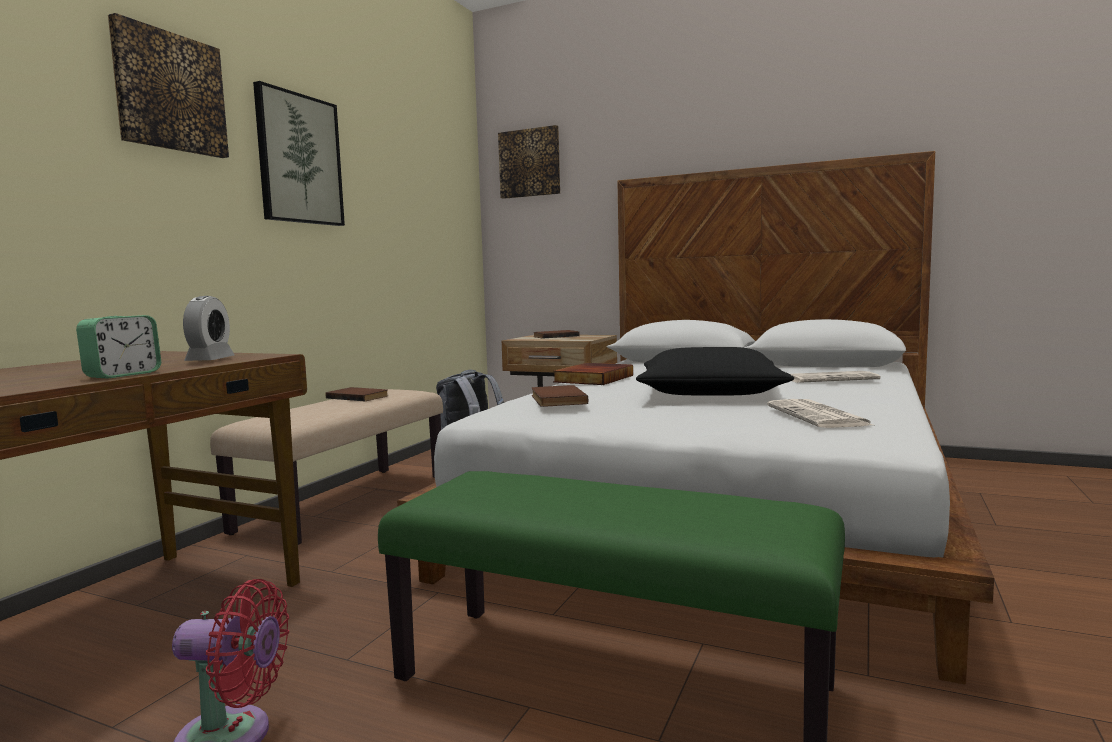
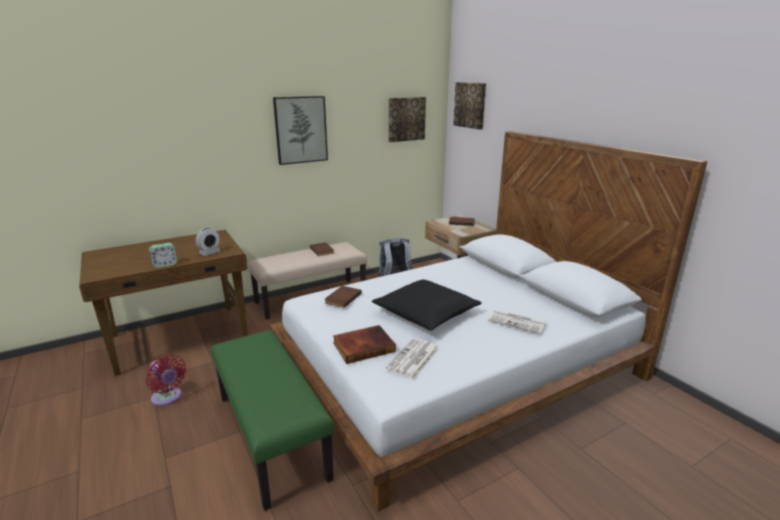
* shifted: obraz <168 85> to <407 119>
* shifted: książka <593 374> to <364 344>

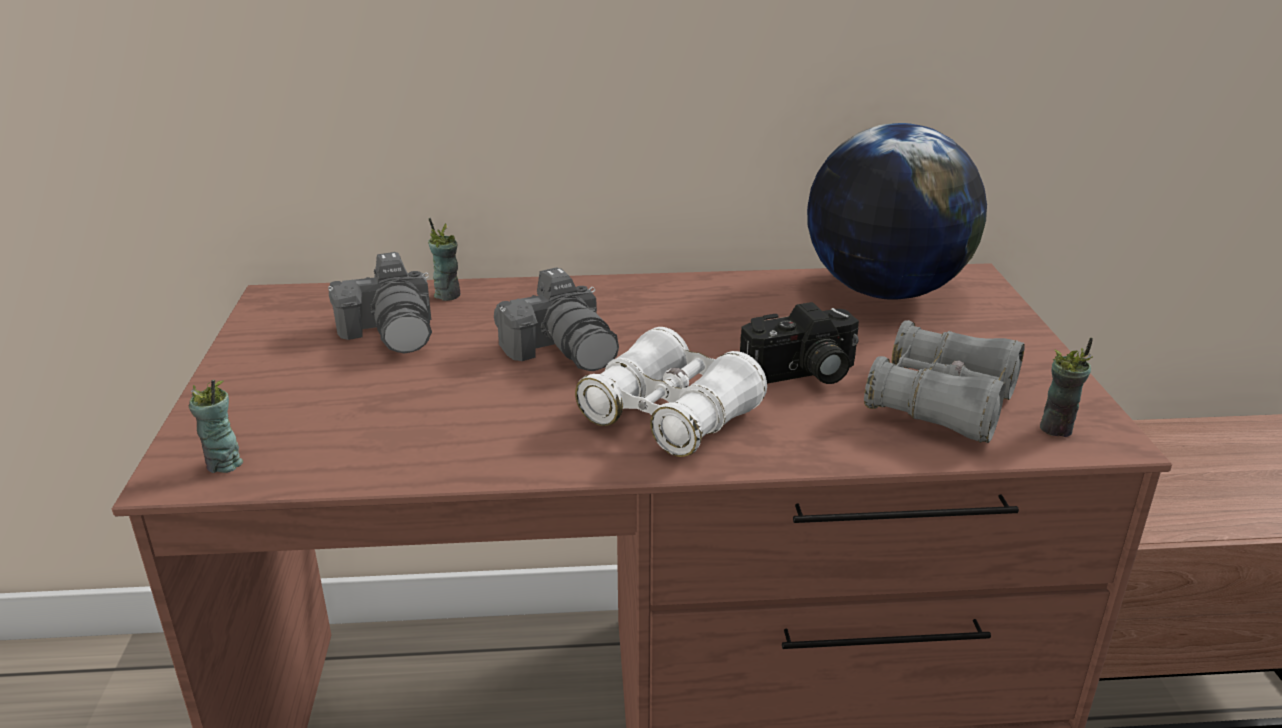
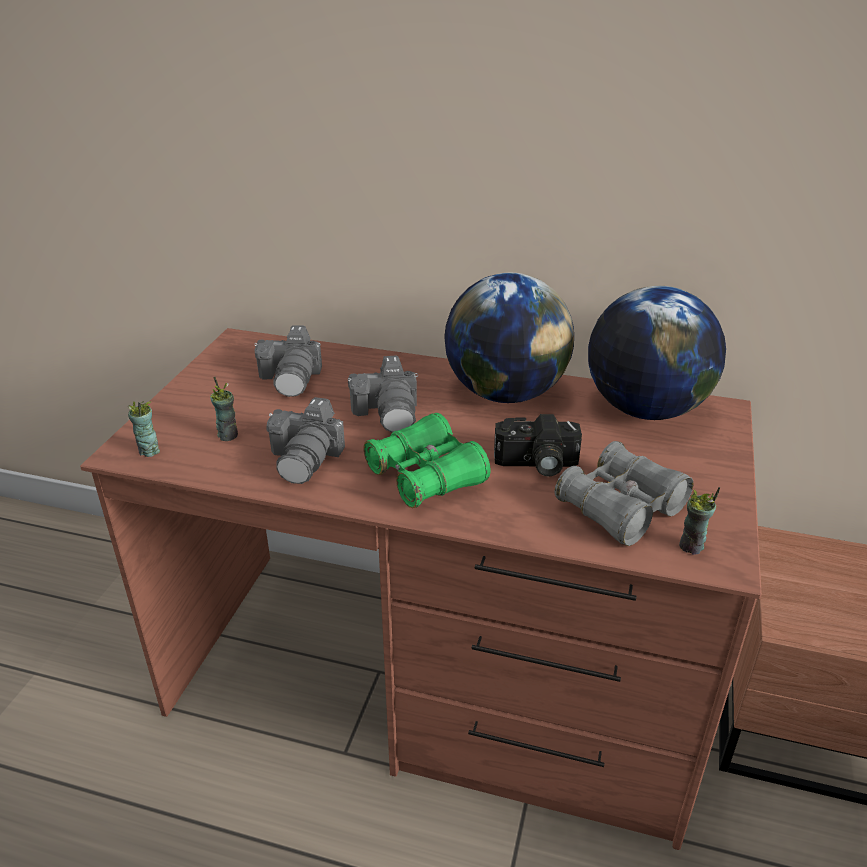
* shifted: filiżanka <444 259> to <224 409>
* repainted: lornetka/biały <671 392> to lornetka/zielony <427 460>
* new: aparat fotograficzny <306 440>
* new: globus <509 338>

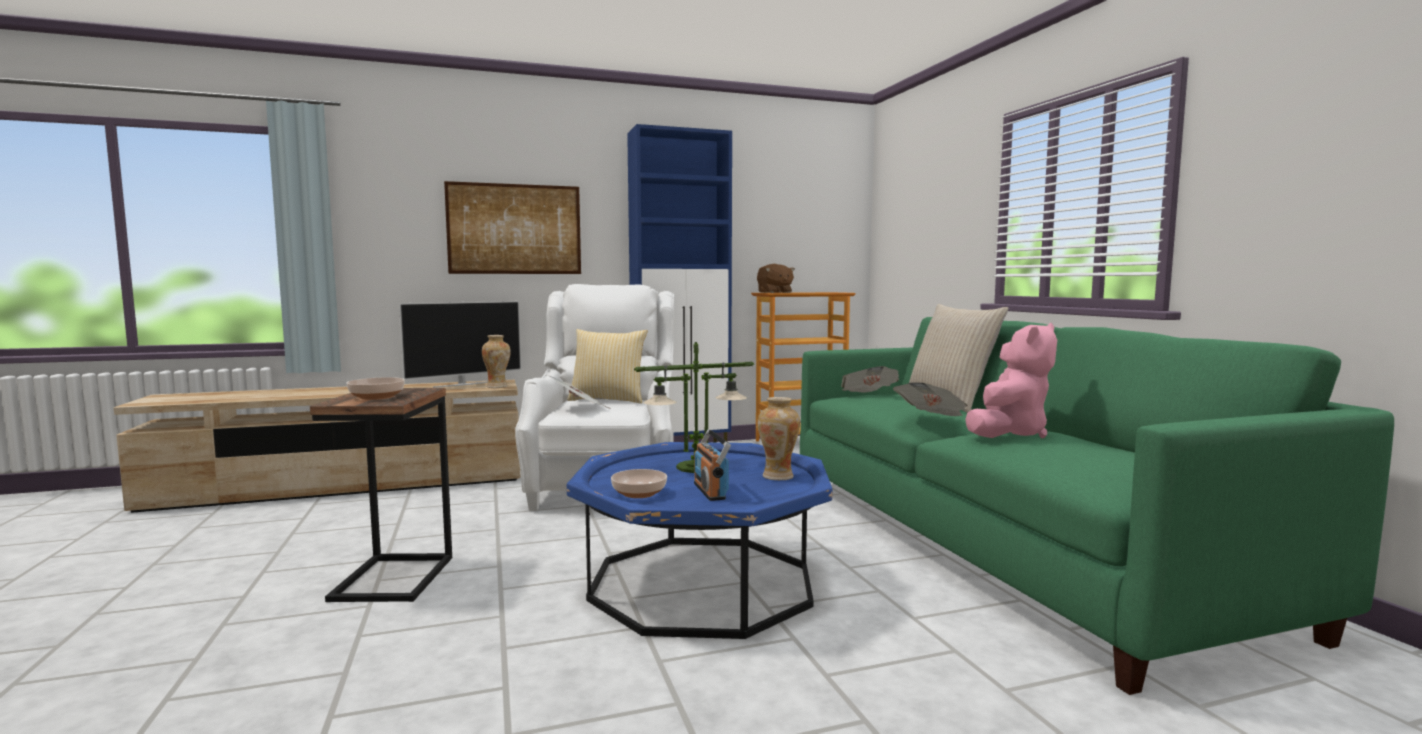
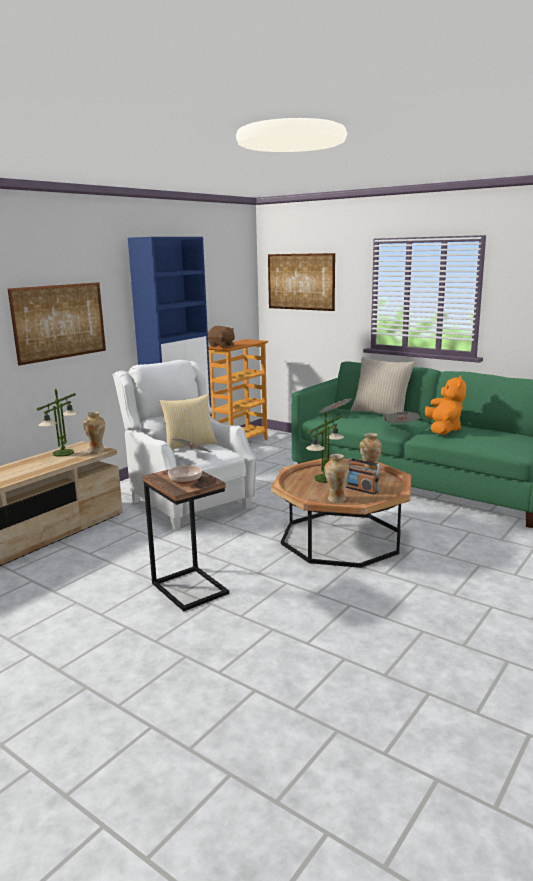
* swapped: telewizor <460 344> to lampa stołowa <58 423>
* repainted: ława/niebieski <699 540> to ława/brązowy <341 513>
* swapped: miska <639 483> to wazon <336 478>
* repainted: pluszak/różowy <1011 380> to pluszak/pomarańczowy <445 405>
* new: obraz <301 282>

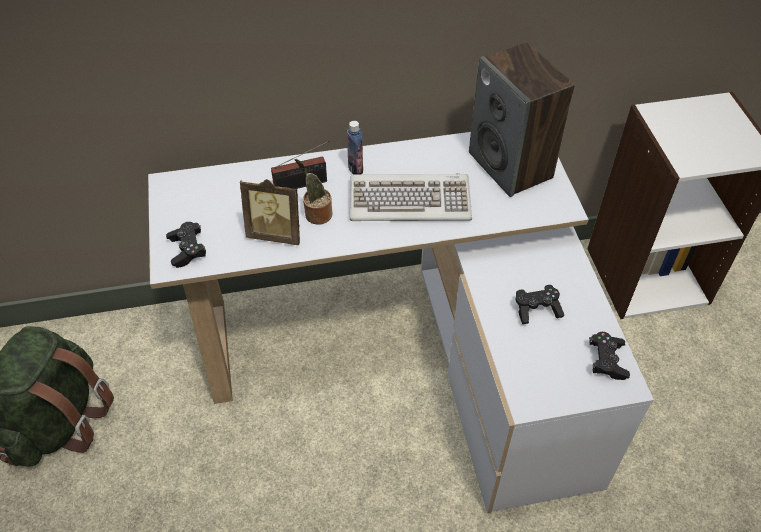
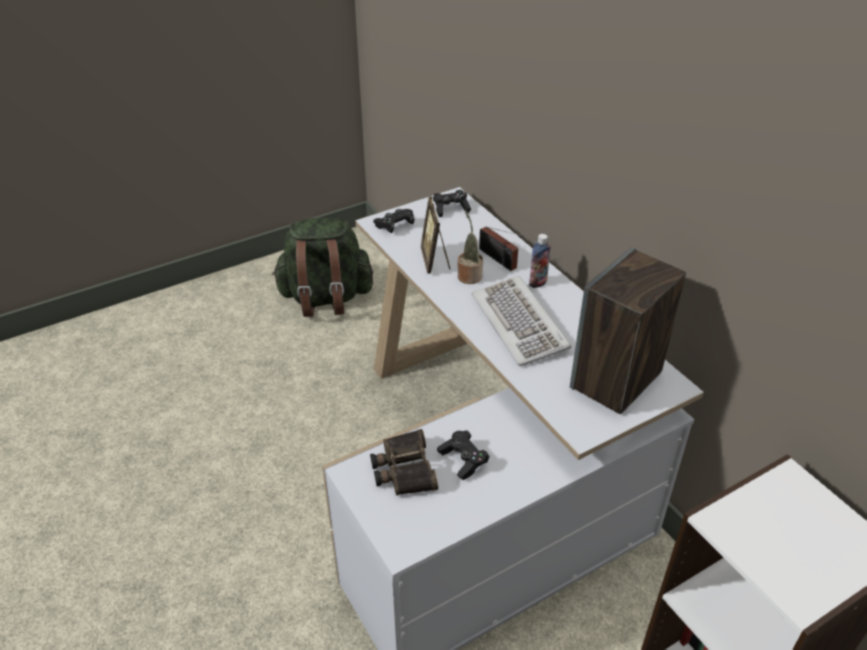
* shifted: pad do gier/czarny <609 356> to <452 203>
* new: lornetka <404 462>

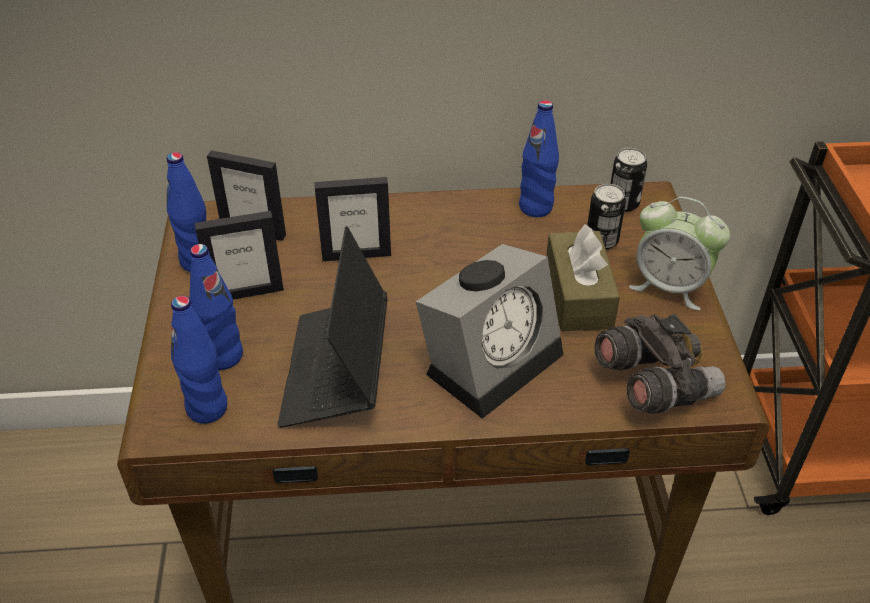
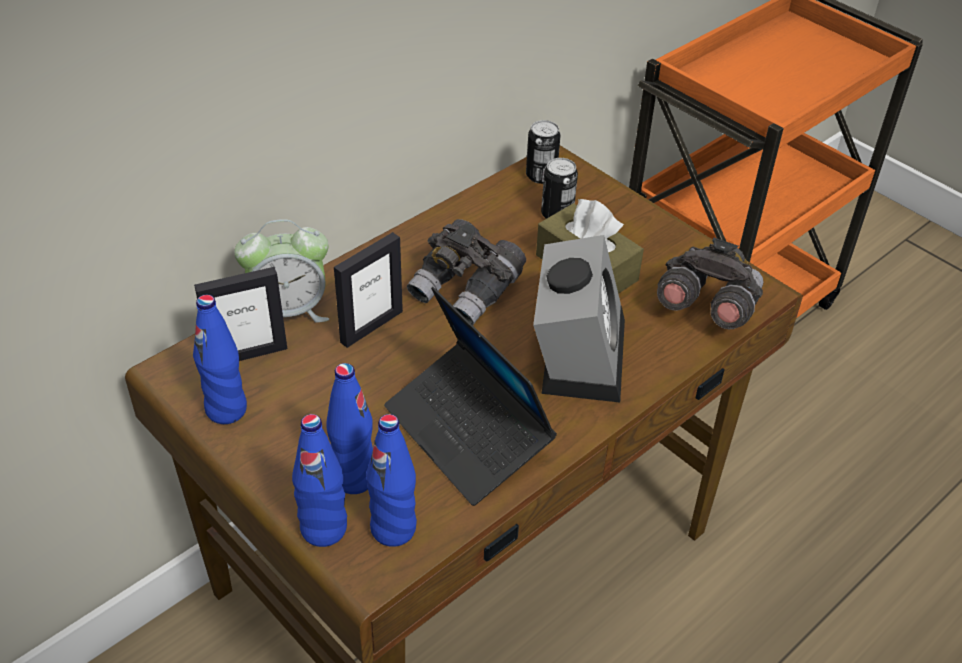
* gone: ramka na zdjęcie <239 255>
* shifted: butelka/niebieski <539 158> to <319 480>
* shifted: budzik <679 254> to <281 271>
* new: lornetka/szary <466 272>

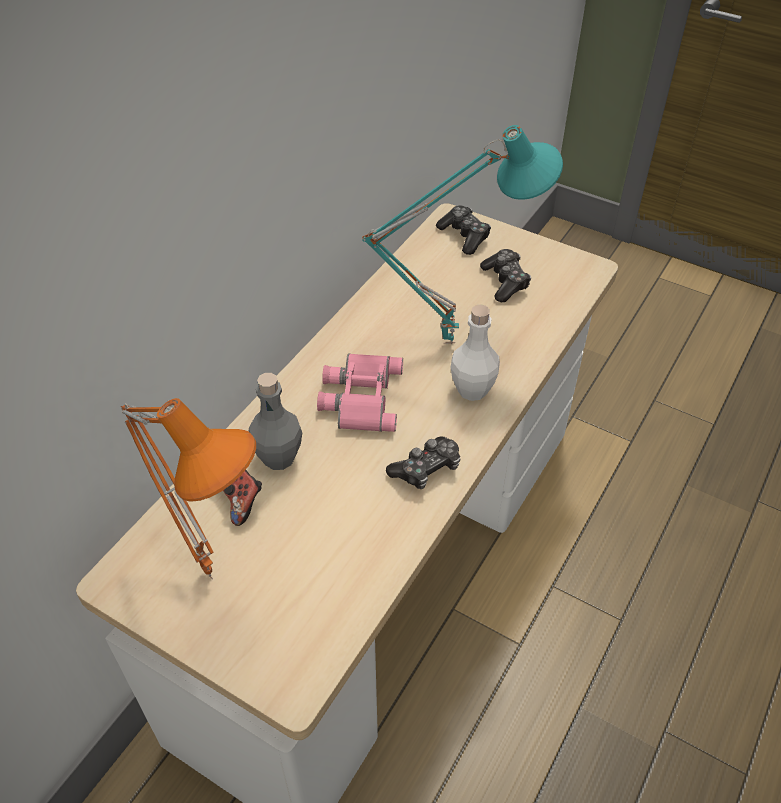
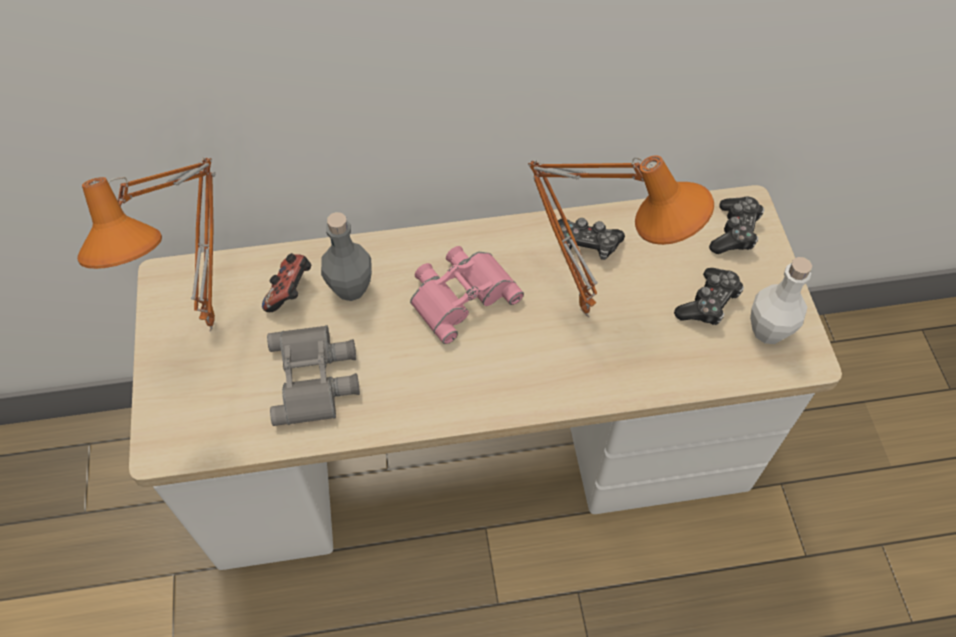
* repainted: lampa stołowa/turkusowy <462 234> to lampa stołowa/pomarańczowy <621 236>
* shifted: pad do gier <423 462> to <591 239>
* shifted: butelka/biały <475 352> to <781 300>
* new: lornetka/szary <313 375>

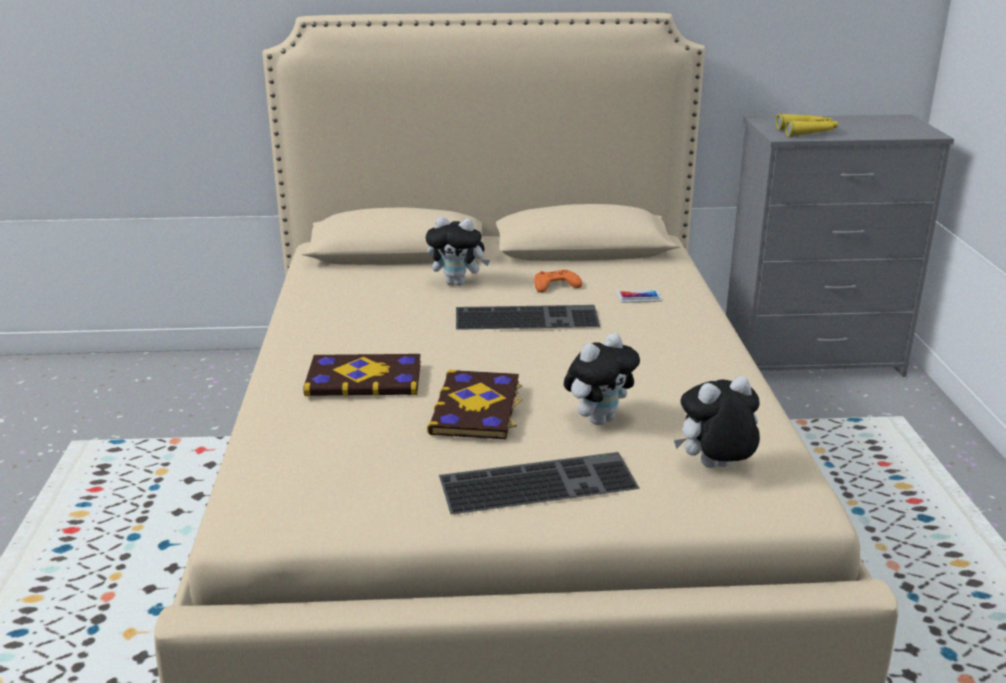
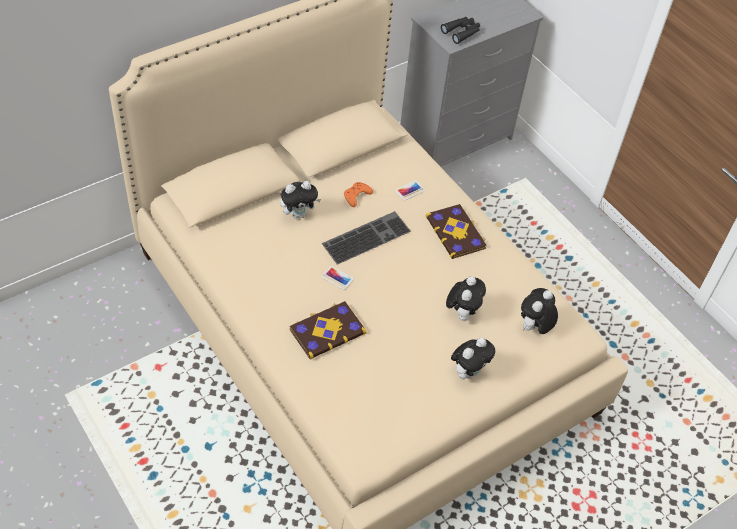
* shifted: książka <475 404> to <456 231>
* swapped: klawiatura <539 483> to pluszak <473 358>
* repainted: lornetka/żółty <807 125> to lornetka/czarny <460 30>
* new: telefon <337 278>

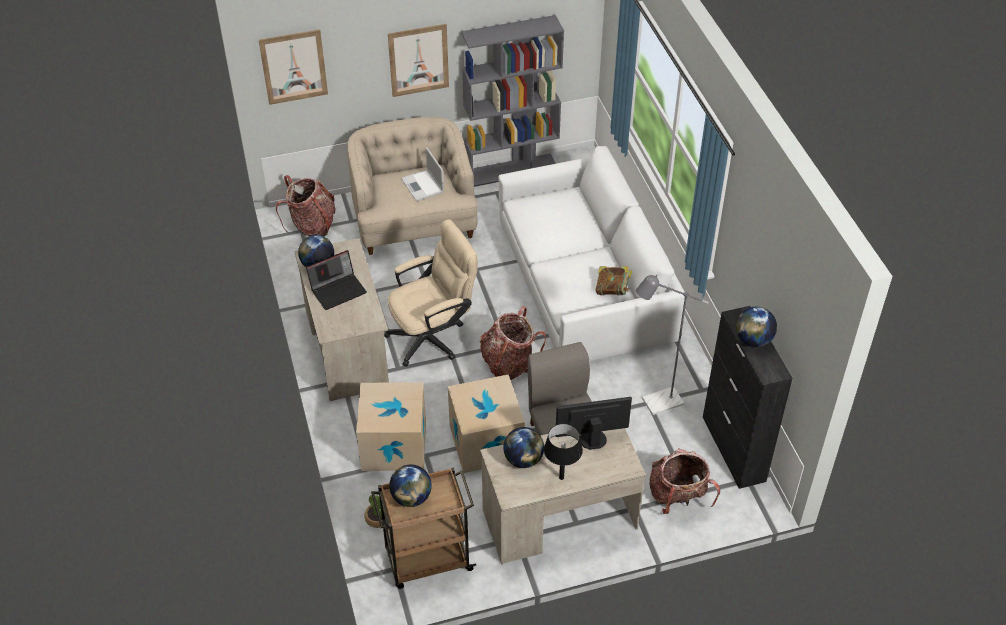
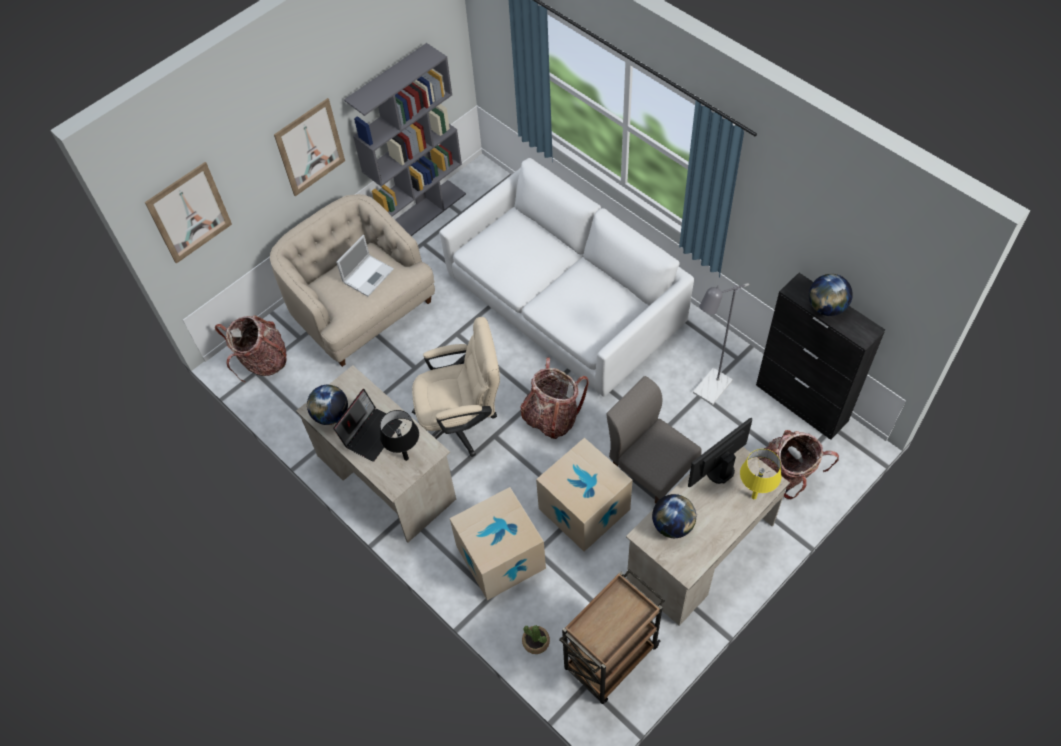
* rotated: krzesło biurowe/beżowy <431 293> = <456 387> 45 degrees clockwise
* gone: globus <410 486>
* rotated: laptop <422 174> = <365 266> 90 degrees counterclockwise
* shifted: lampa stołowa/czarny <563 452> to <399 435>
* gone: książka <614 280>
* new: lampa stołowa/żółty <760 474>

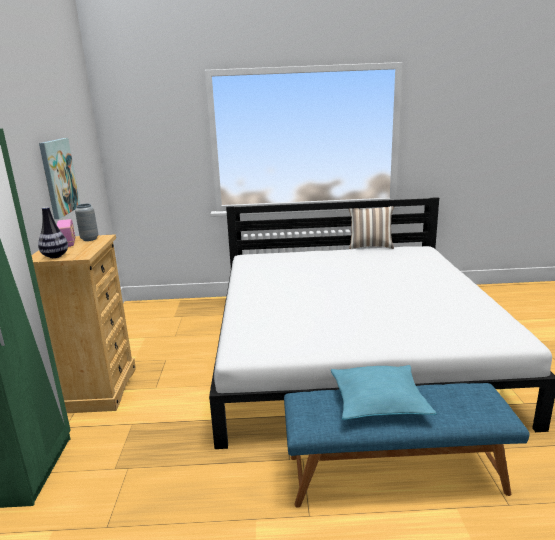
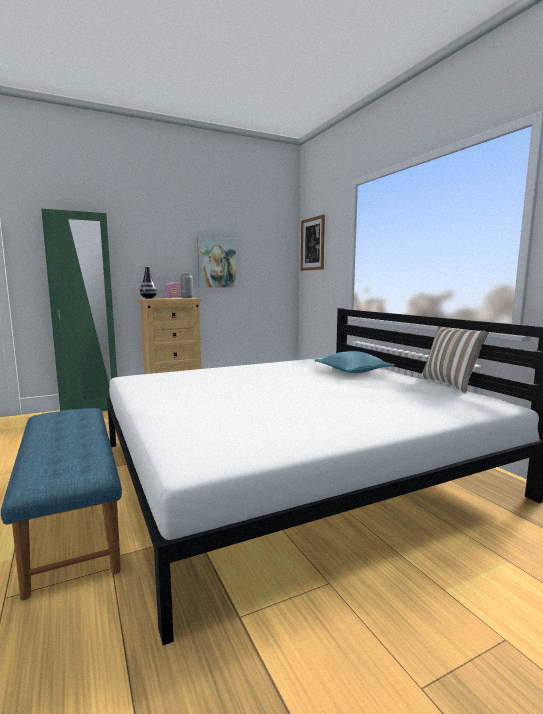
* shifted: poduszka/turkusowy <383 392> to <355 362>
* new: obraz <313 243>

